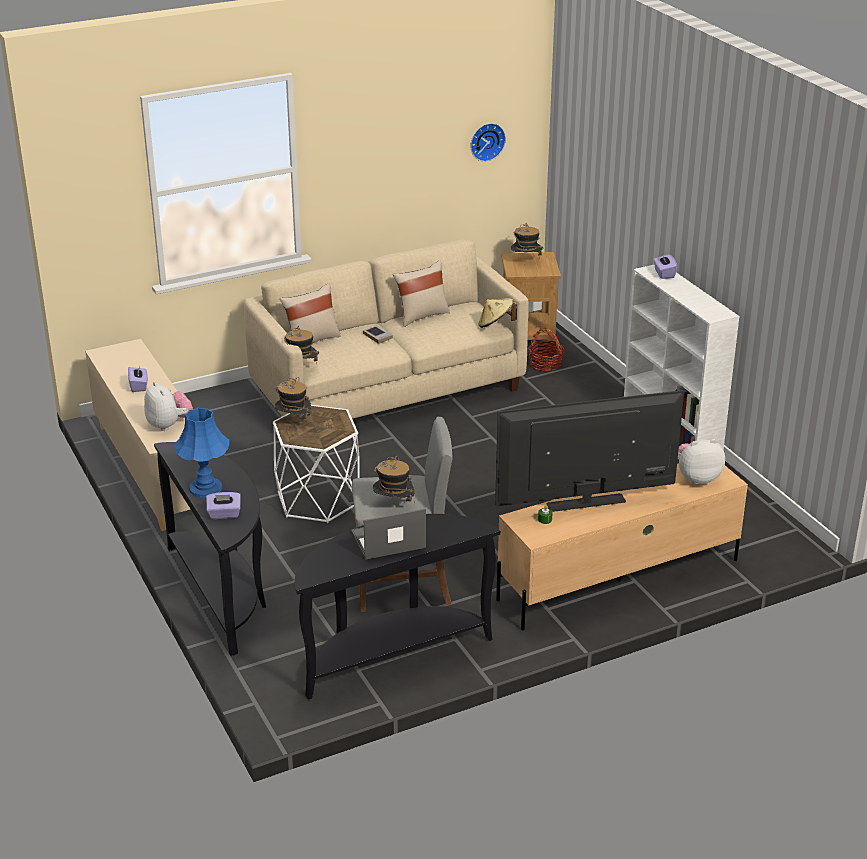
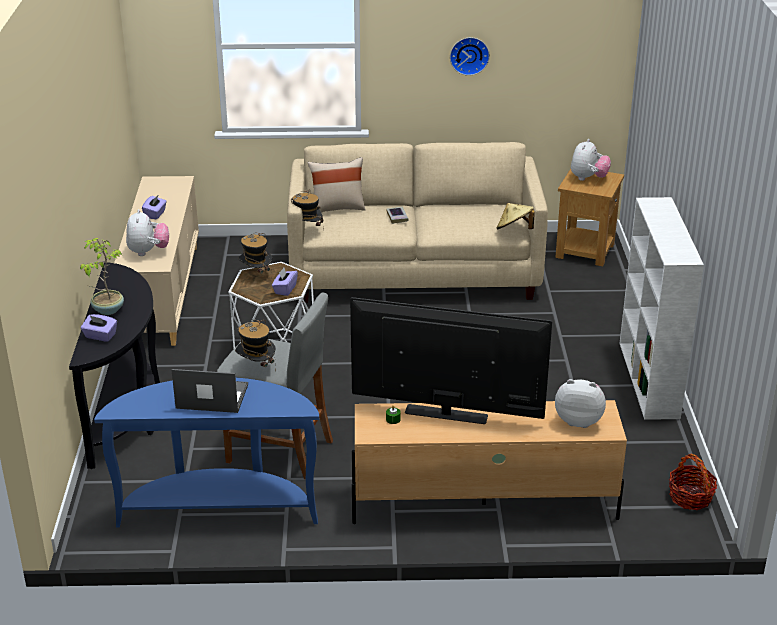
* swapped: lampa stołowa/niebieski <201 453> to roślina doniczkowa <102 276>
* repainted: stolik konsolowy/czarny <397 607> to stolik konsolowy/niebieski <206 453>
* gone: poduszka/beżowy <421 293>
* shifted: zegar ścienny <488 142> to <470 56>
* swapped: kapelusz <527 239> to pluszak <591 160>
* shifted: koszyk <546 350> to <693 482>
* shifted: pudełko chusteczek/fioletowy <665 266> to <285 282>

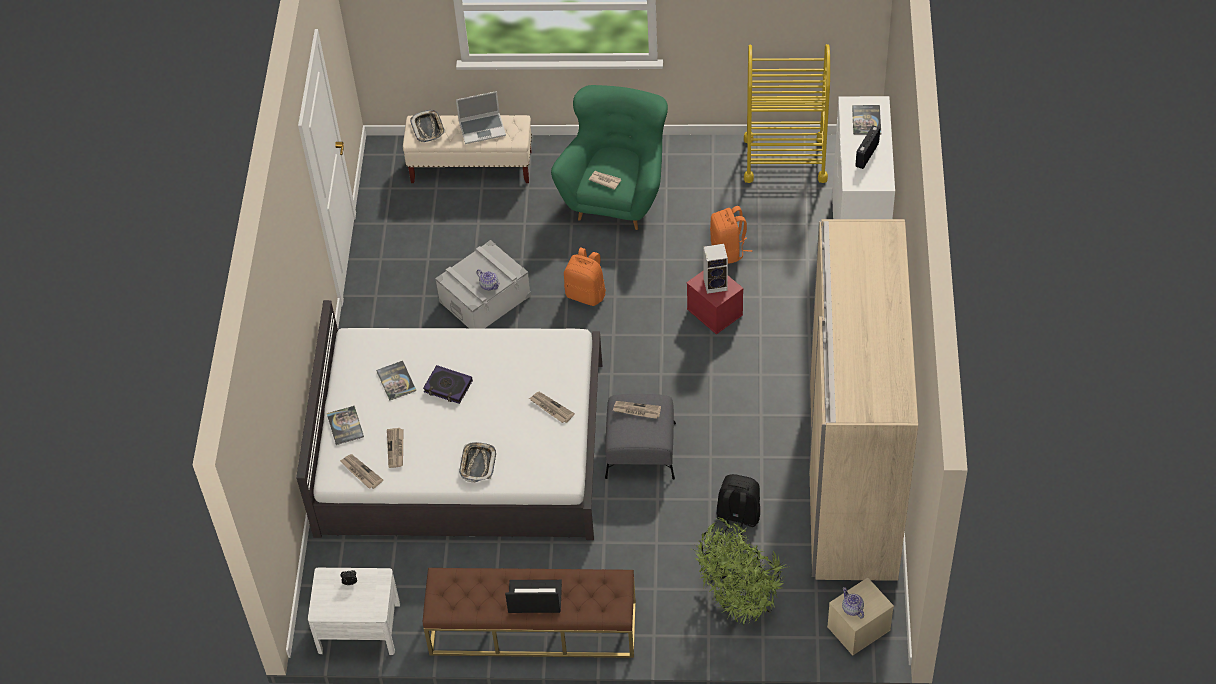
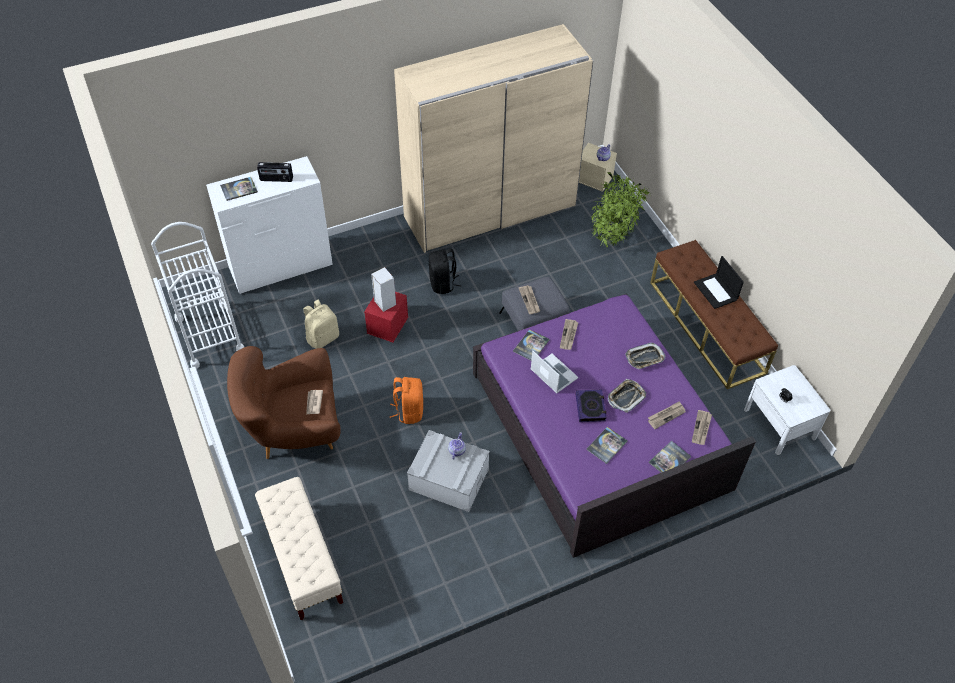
* repainted: łóżko/biały <449 420> to łóżko/fioletowy <614 425>
* shifted: taca <427 126> to <627 396>
* shifted: laptop <481 117> to <555 371>
* repainted: fotel/zielony <609 157> to fotel/brązowy <284 402>
* repainted: plecak/pomarańczowy <731 235> to plecak/beżowy <321 324>
* shifted: plecak/czarny <738 506> to <445 271>
* repainted: wózek/żółty <787 113> to wózek/biały <197 295>
* new: książka <531 345>

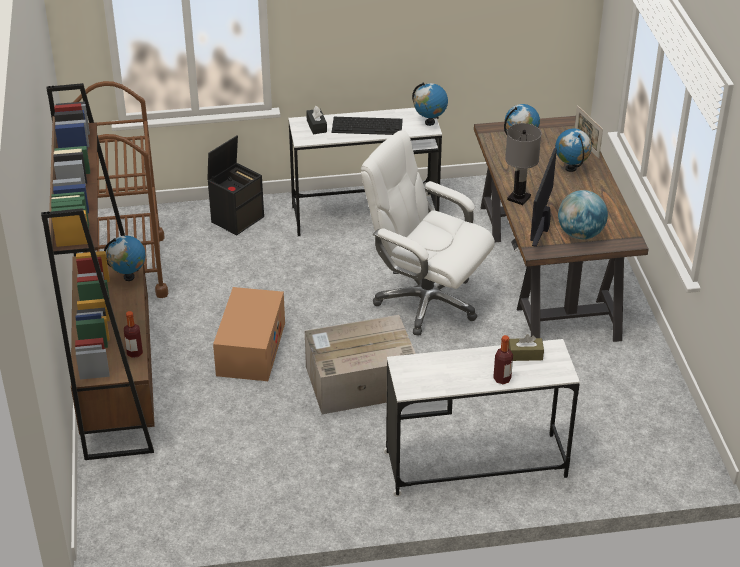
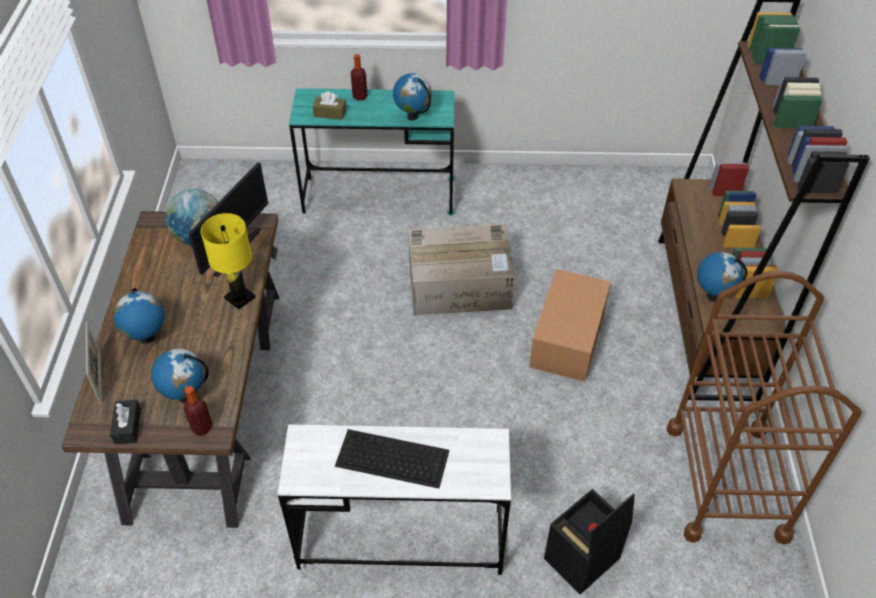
* shifted: butelka <133 334> to <198 410>
* shifted: pudełko chusteczek/czarny <316 120> to <125 422>
* gone: krzesło biurowe/biały <428 233>
* repainted: biurko/biały <482 418> to biurko/turkusowy <372 152>
* shifted: globus <430 104> to <412 96>
* repainted: lampa stołowa/szary <523 164> to lampa stołowa/żółty <228 261>

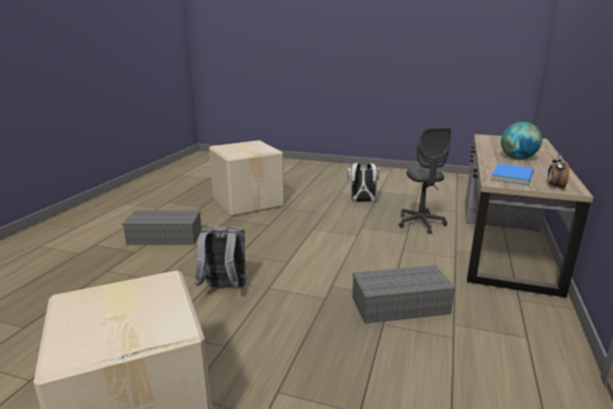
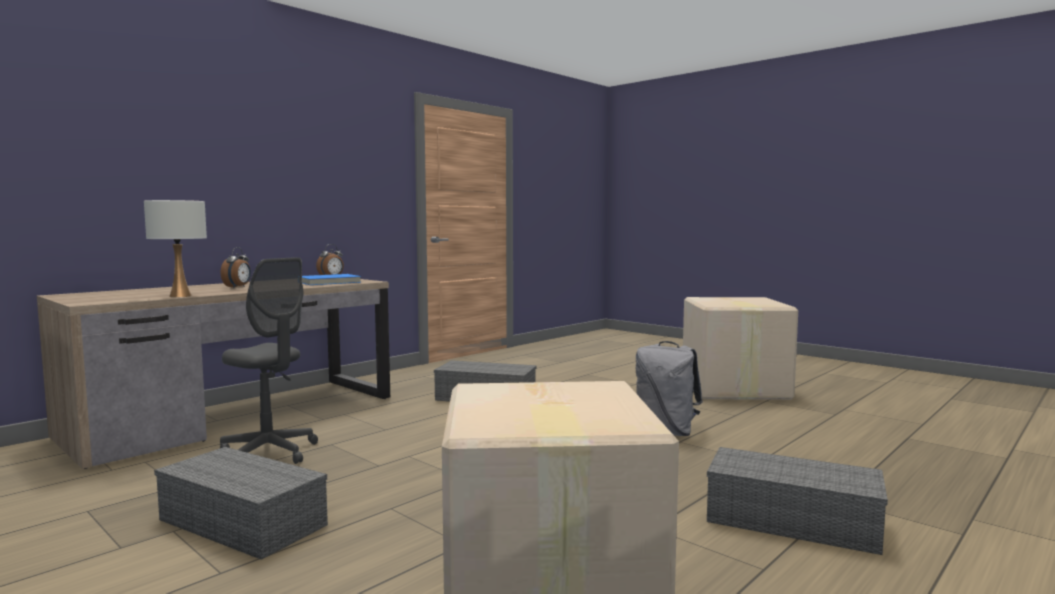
* swapped: plecak/biały <363 182> to pojemnik do przechowywania/szary <241 503>
* rotated: krzesło biurowe/szary <425 180> = <269 360> 105 degrees clockwise
* swapped: globus <521 140> to budzik <236 267>
* new: lampa stołowa/biały <175 249>

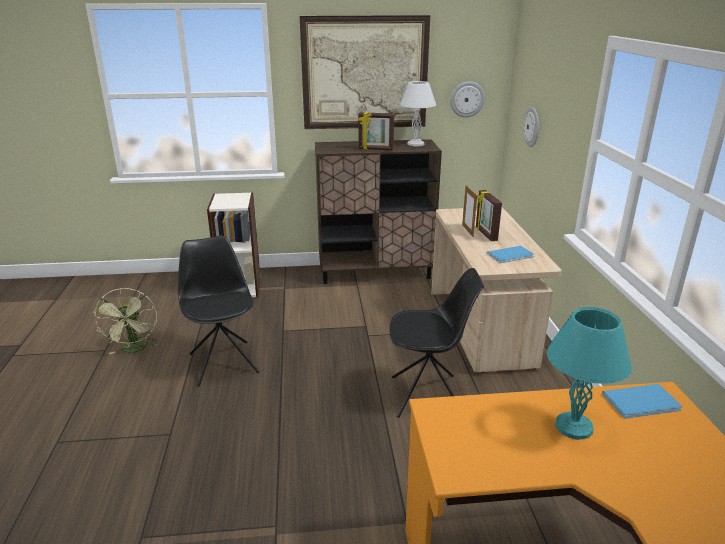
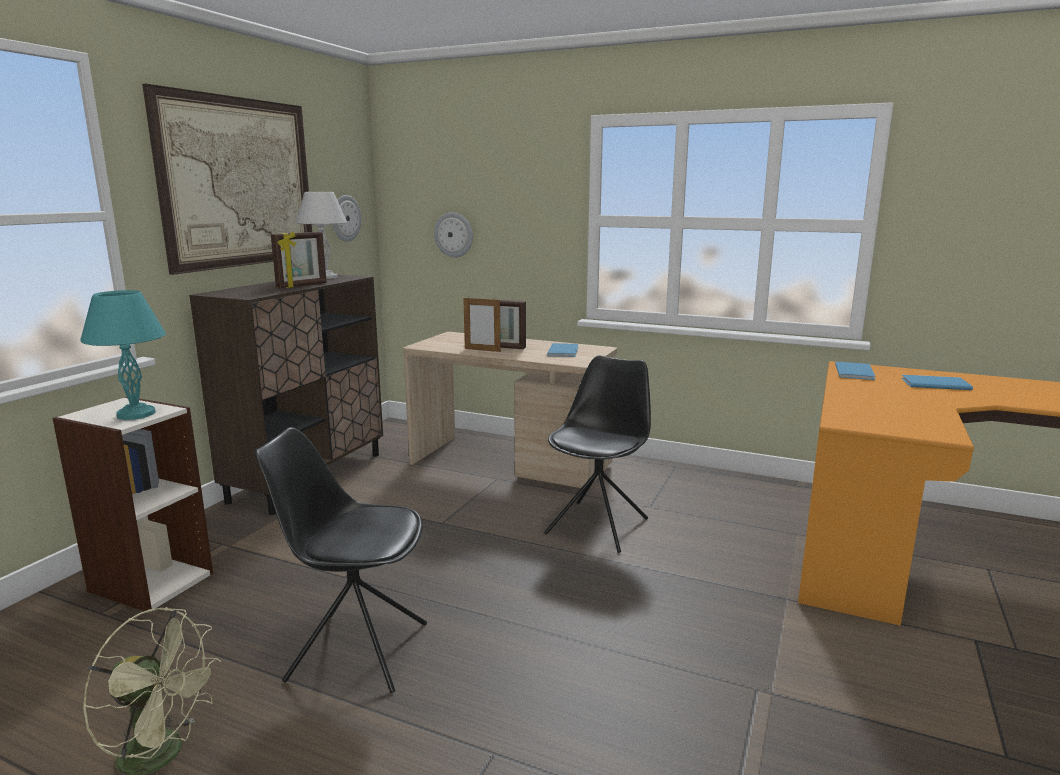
* shifted: lampa stołowa/turkusowy <589 373> to <123 355>
* new: książka/niebieski <937 382>

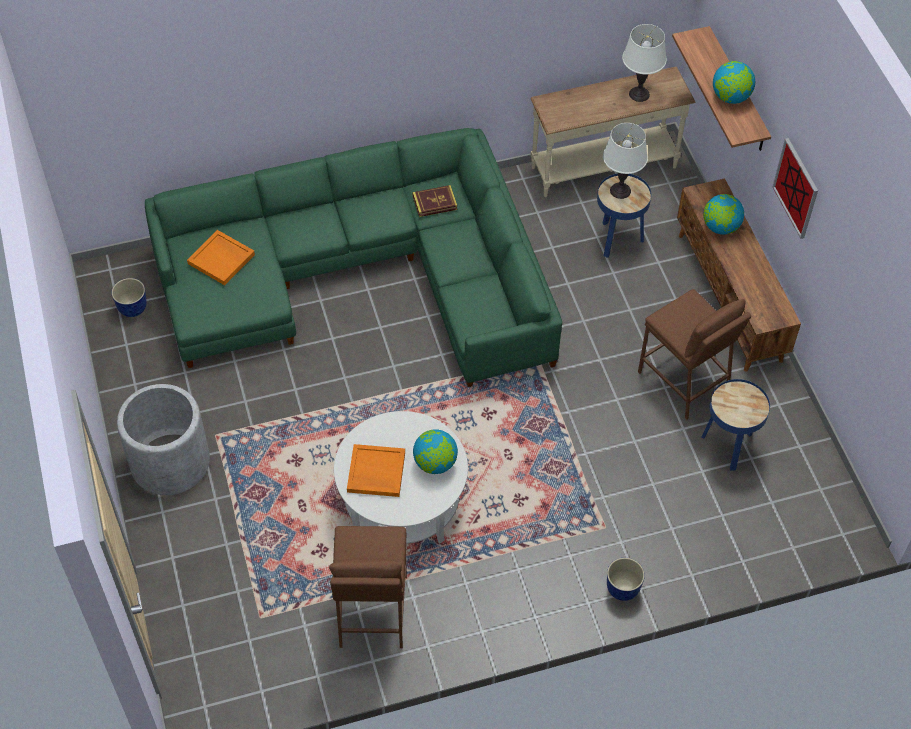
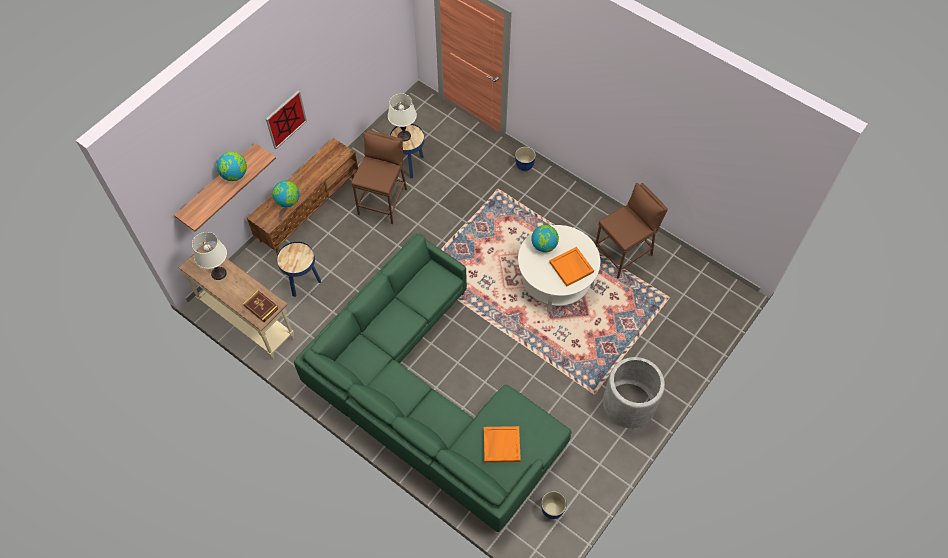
* shifted: książka <435 201> to <261 306>
* shifted: lampa stołowa/biały <625 161> to <402 117>

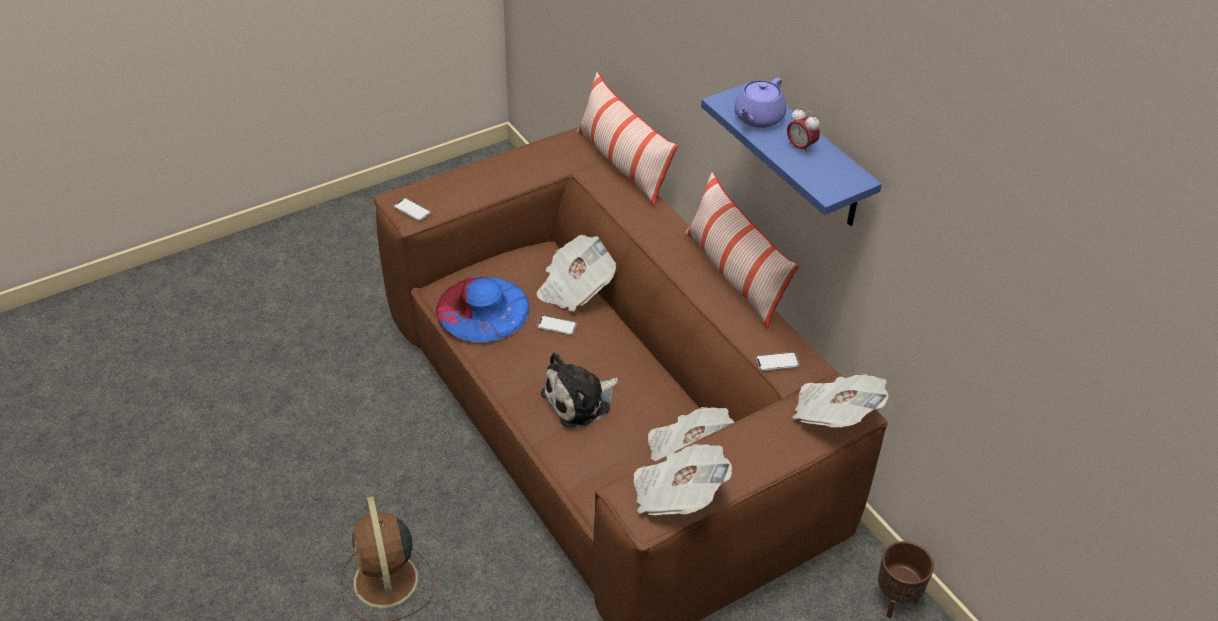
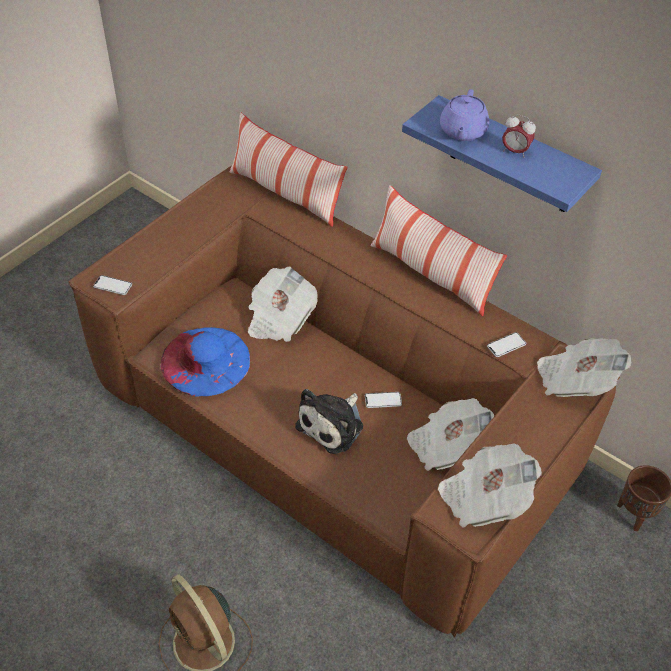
* shifted: telefon <557 325> to <383 400>

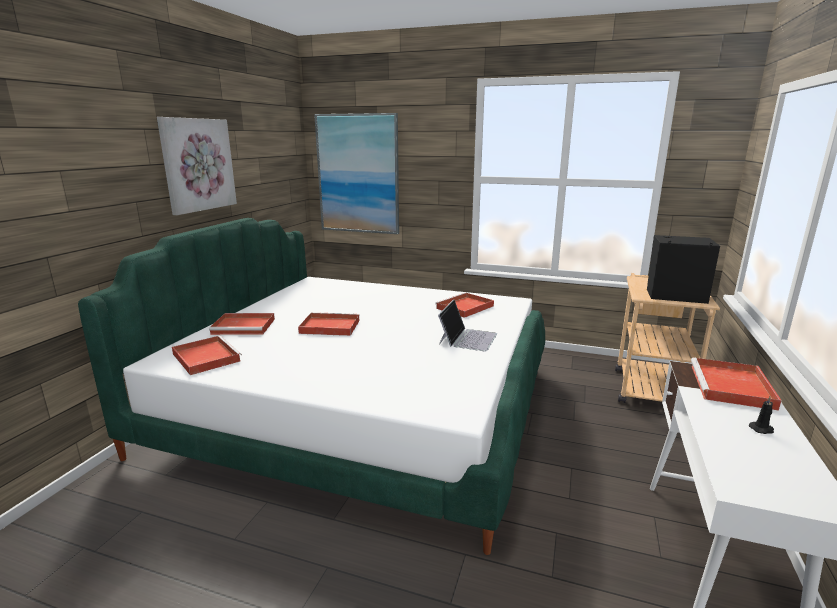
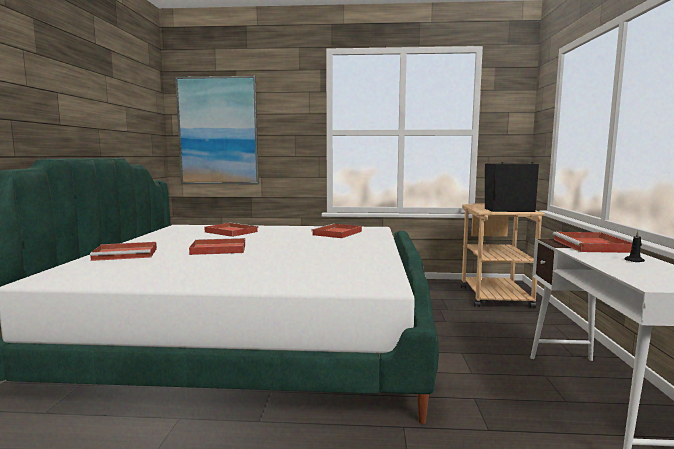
* gone: obraz <197 166>
* shifted: taca/czerwony <207 355> to <231 230>
* gone: laptop <467 325>

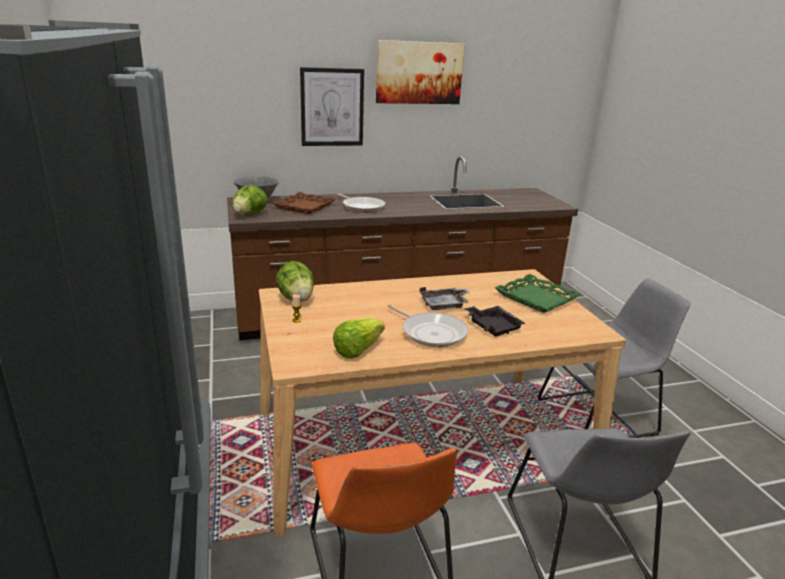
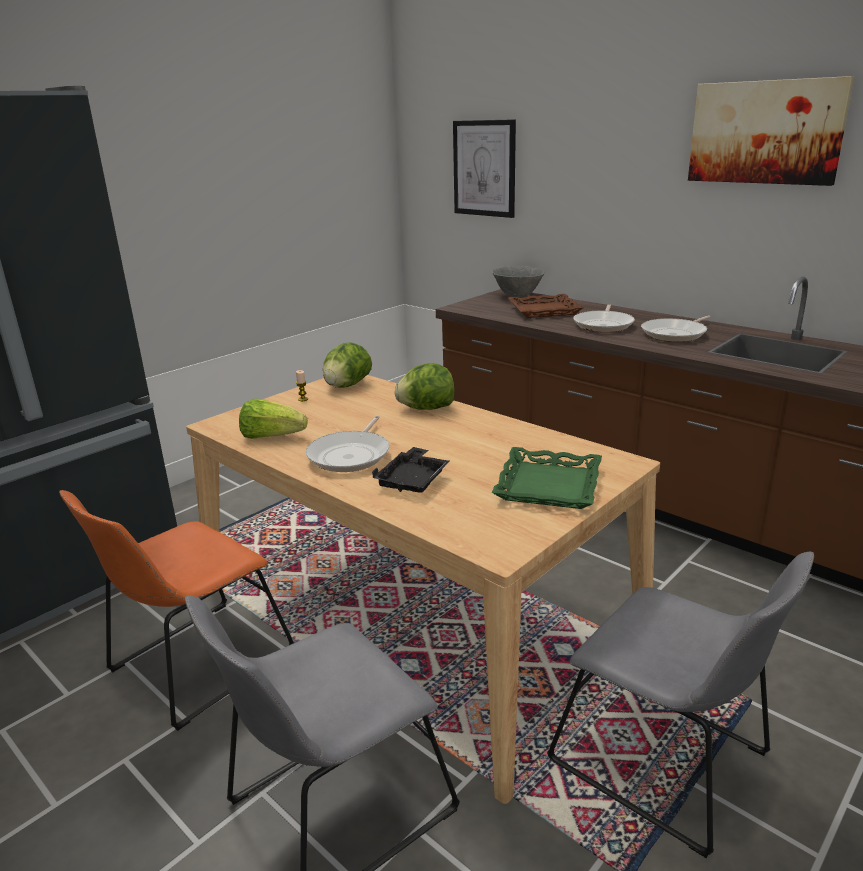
* shifted: sałata <250 200> to <424 386>
* shifted: obraz <332 106> to <484 168>
* gone: taca/szary <444 298>
* new: patelnia <676 328>

